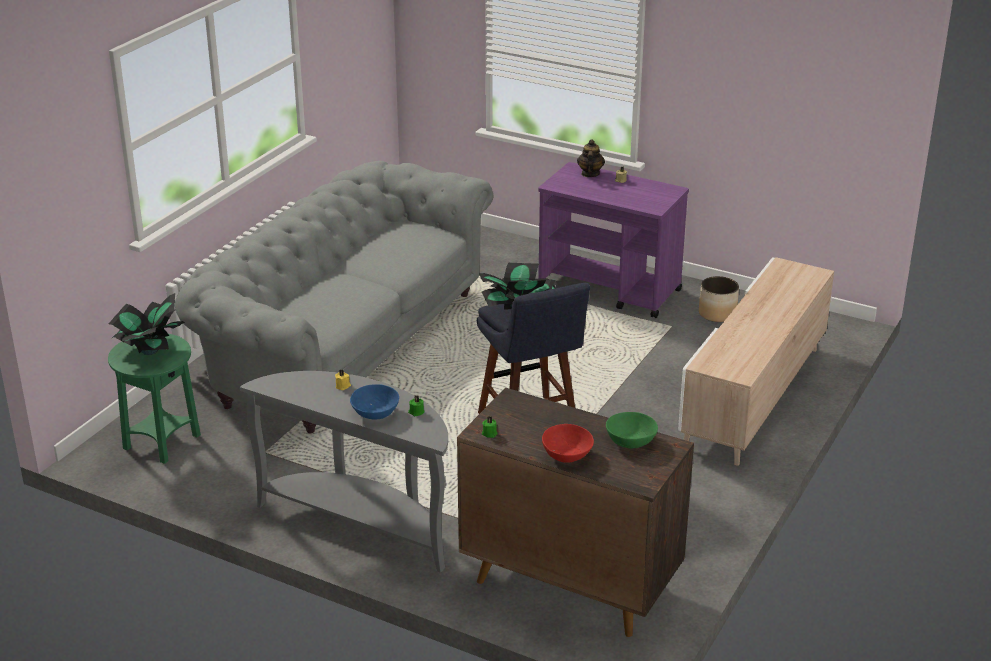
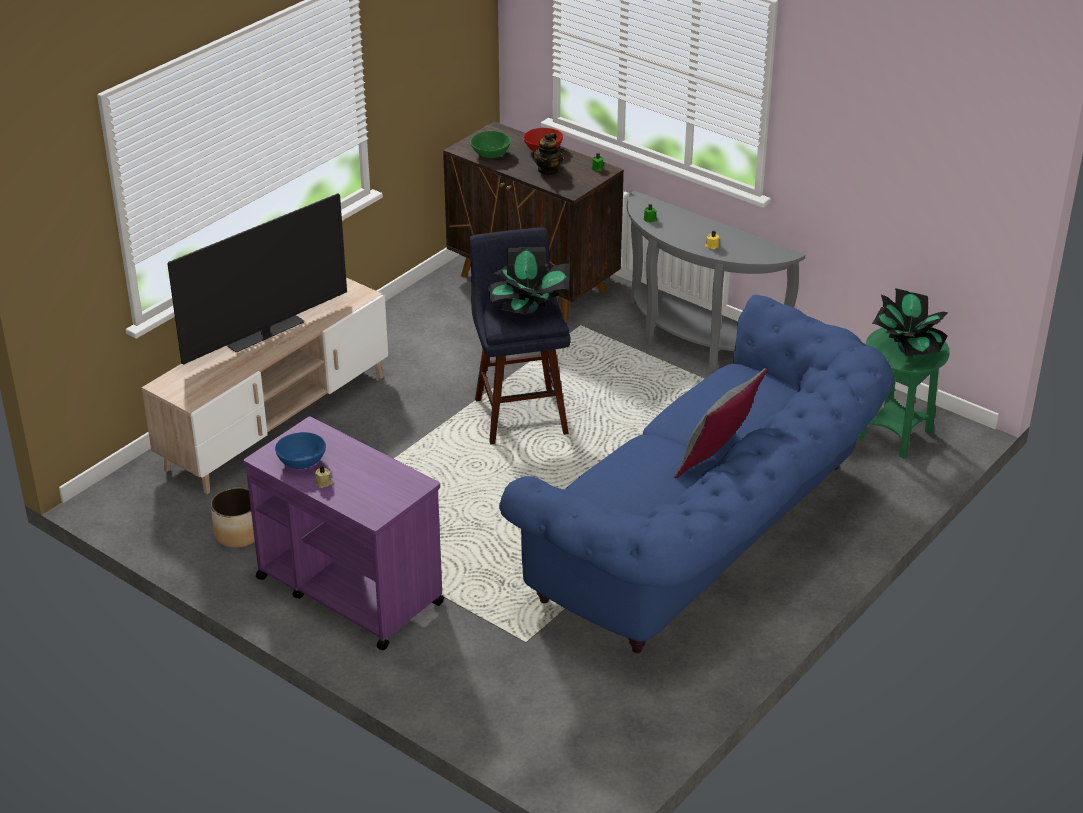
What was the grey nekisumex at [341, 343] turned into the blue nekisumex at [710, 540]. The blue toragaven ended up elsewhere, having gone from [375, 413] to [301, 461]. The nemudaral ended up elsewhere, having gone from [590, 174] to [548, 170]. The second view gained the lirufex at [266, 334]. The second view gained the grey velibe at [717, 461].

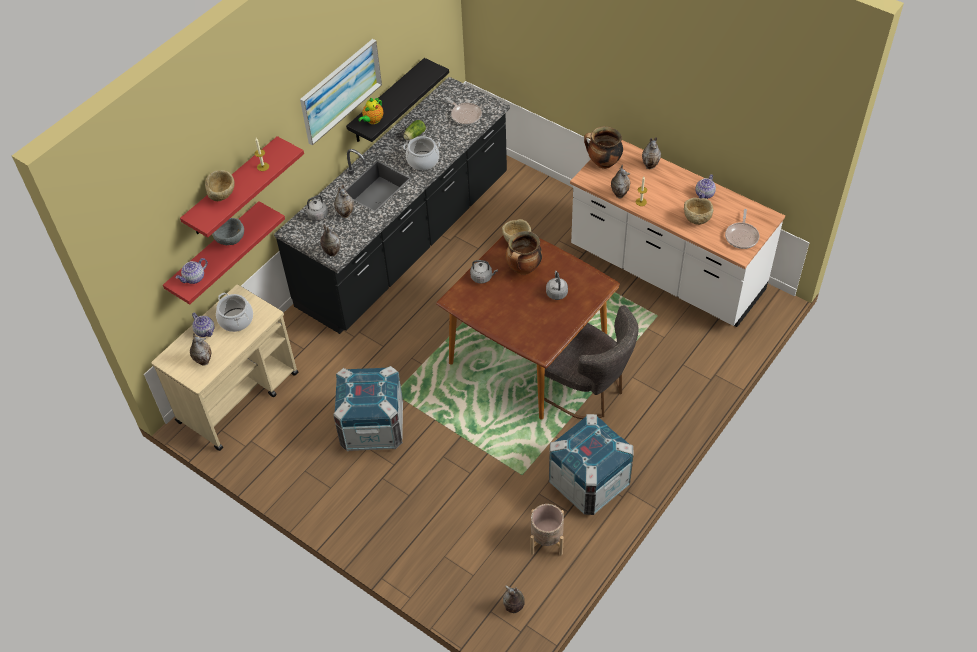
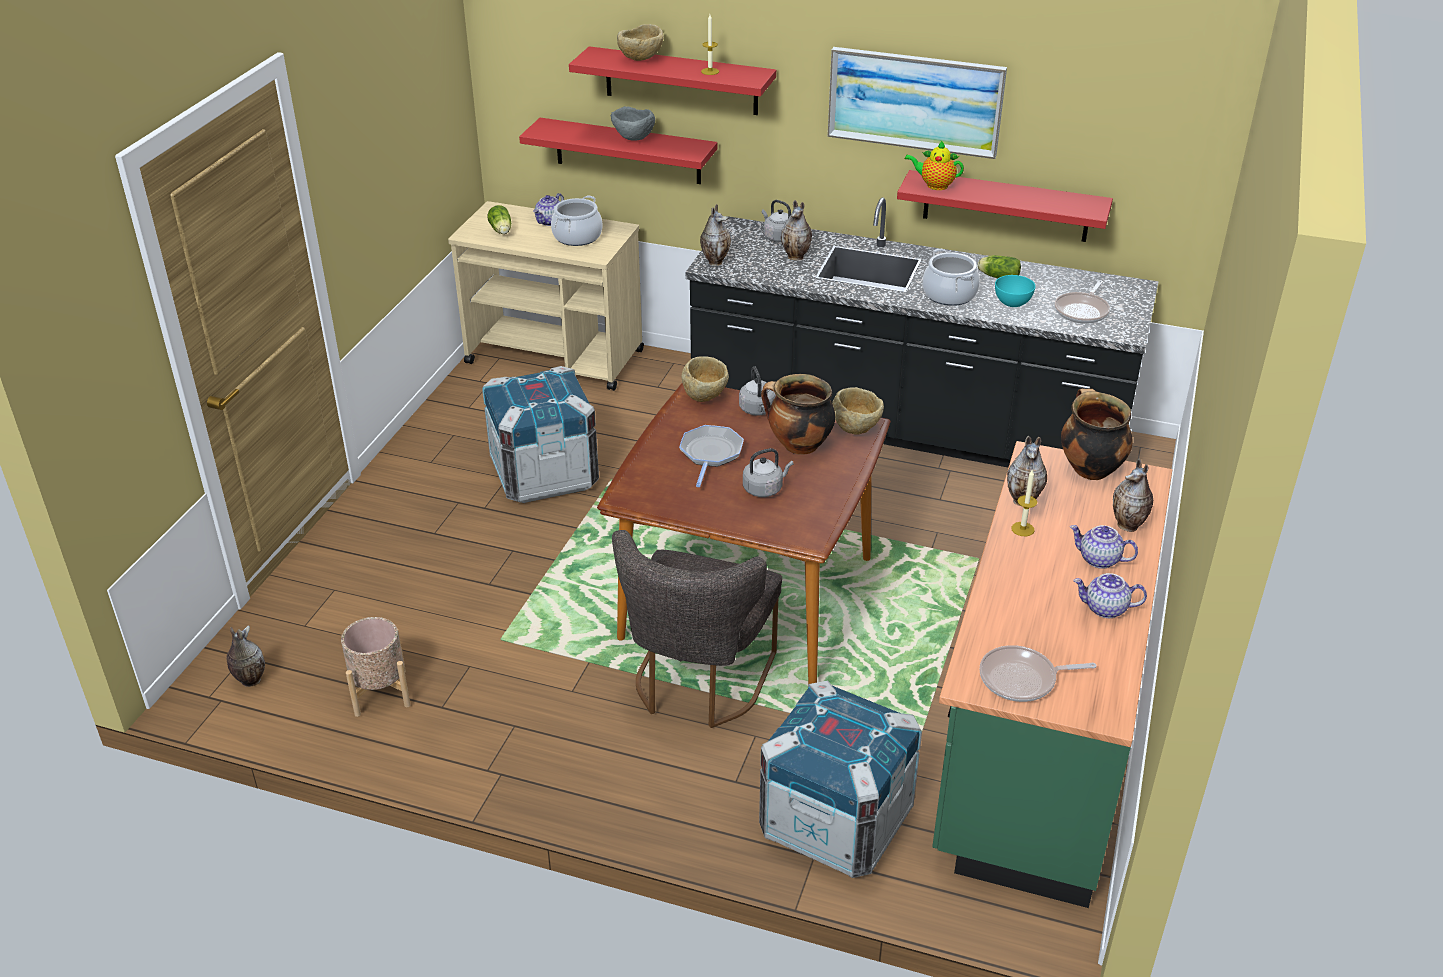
The nemudaral ended up elsewhere, having gone from [194, 278] to [1098, 559]. Where the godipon stood at [203, 360], the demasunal came to stand at [501, 231]. What was the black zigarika at [387, 102] turned into the red zigarika at [1006, 206]. The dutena ended up elsewhere, having gone from [589, 482] to [835, 822]. What was the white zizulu at [666, 271] turned into the green zizulu at [1036, 738]. The beige toragaven ended up elsewhere, having gone from [696, 219] to [706, 396]. The second view gained the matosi at [710, 454]. The second view gained the turquoise toragaven at [1012, 303].

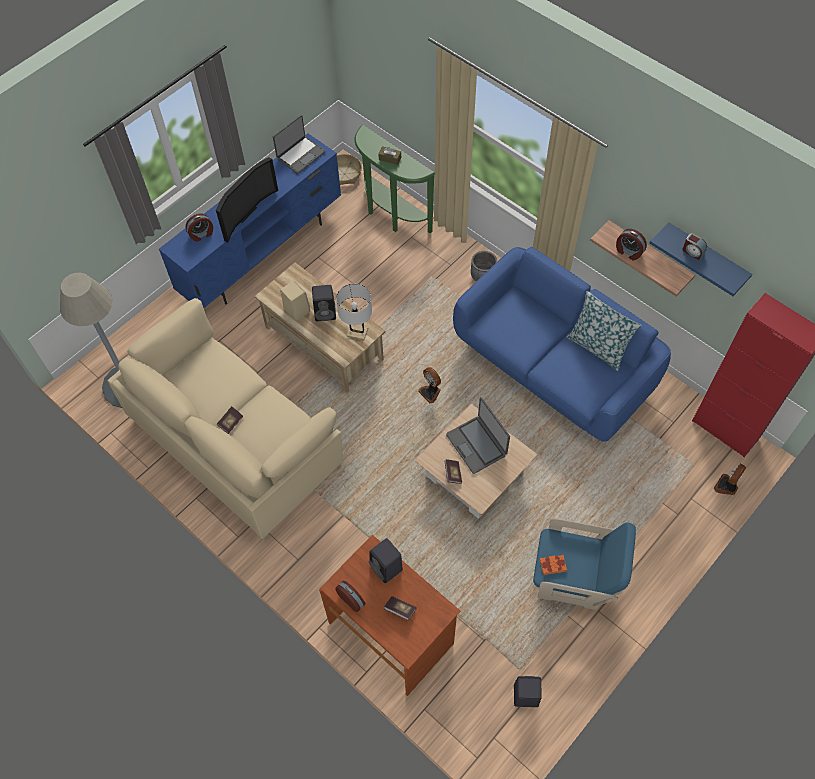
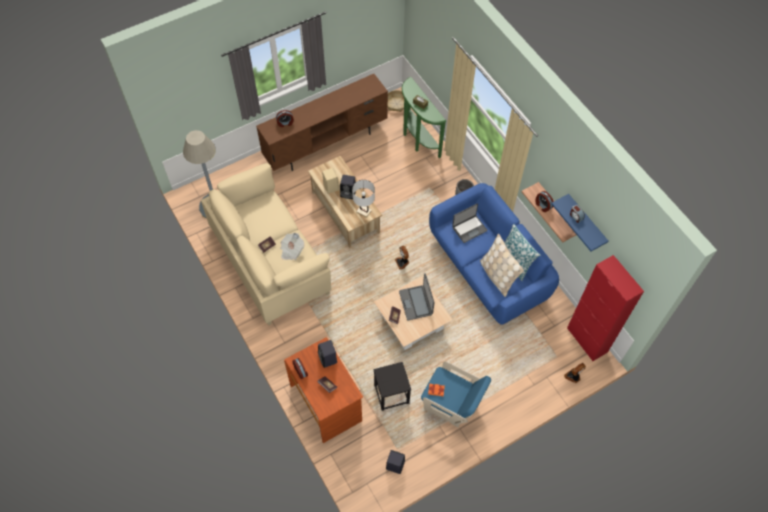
What was the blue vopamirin at [263, 254] turned into the brown vopamirin at [326, 144]. The second view lost the lirufex at [243, 212]. The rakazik ended up elsewhere, having gone from [300, 155] to [469, 228]. The second view gained the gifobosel at [291, 250]. The second view gained the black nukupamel at [392, 394]. The second view gained the beige velibe at [497, 276].

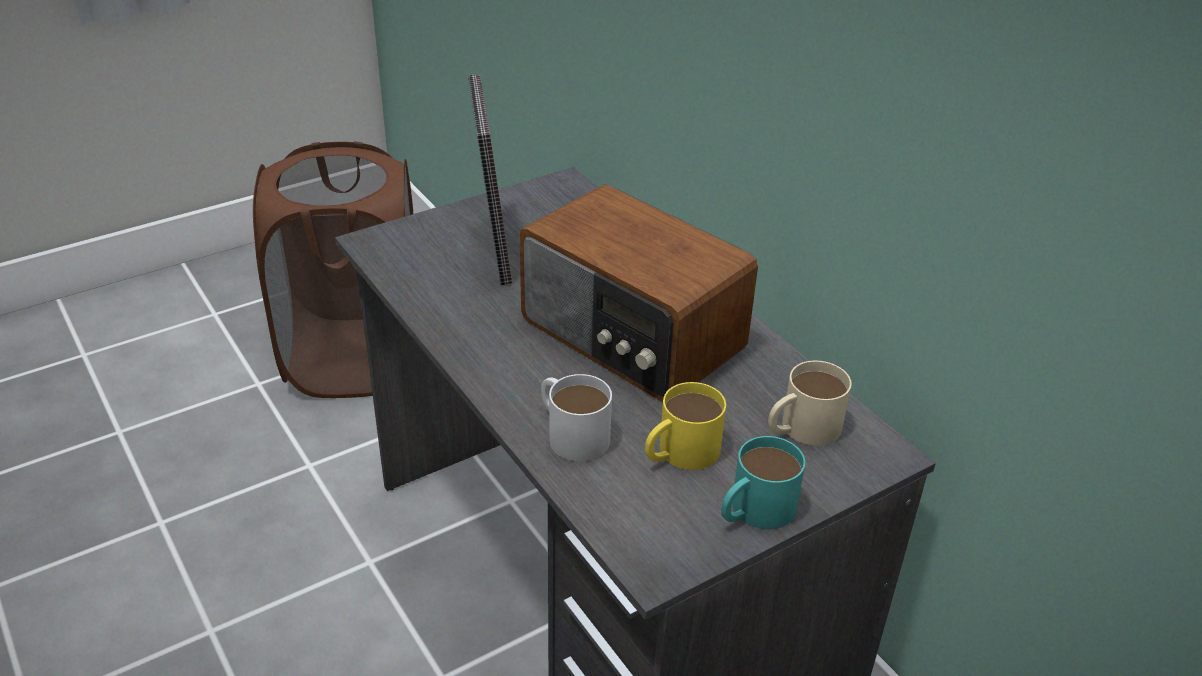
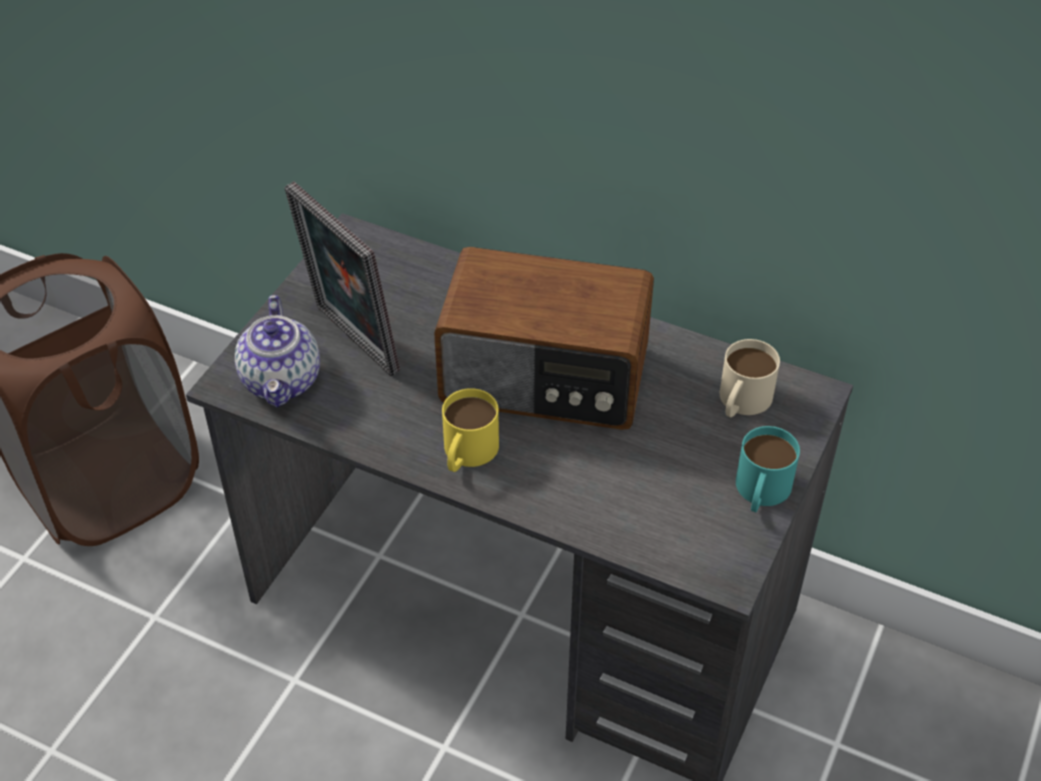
The second view lost the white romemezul at [571, 433]. The yellow romemezul ended up elsewhere, having gone from [679, 453] to [466, 454]. The second view gained the nemudaral at [282, 381].

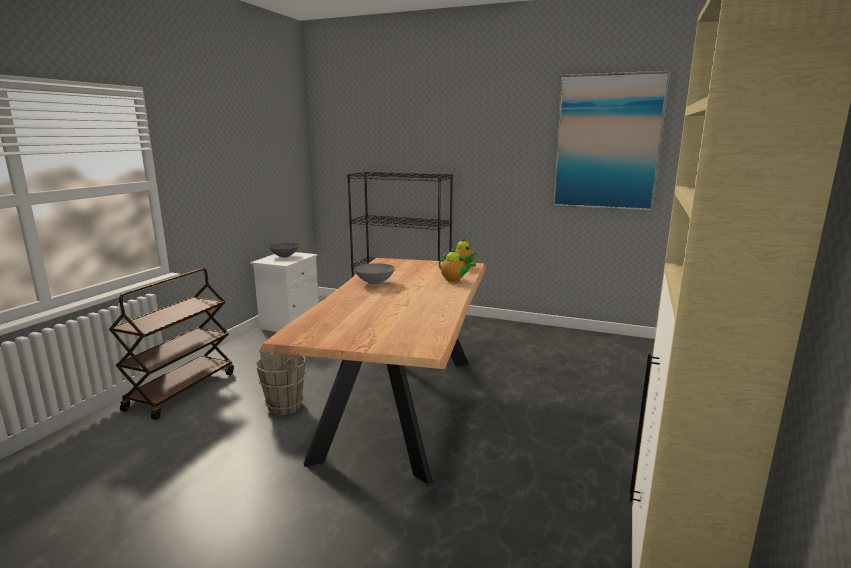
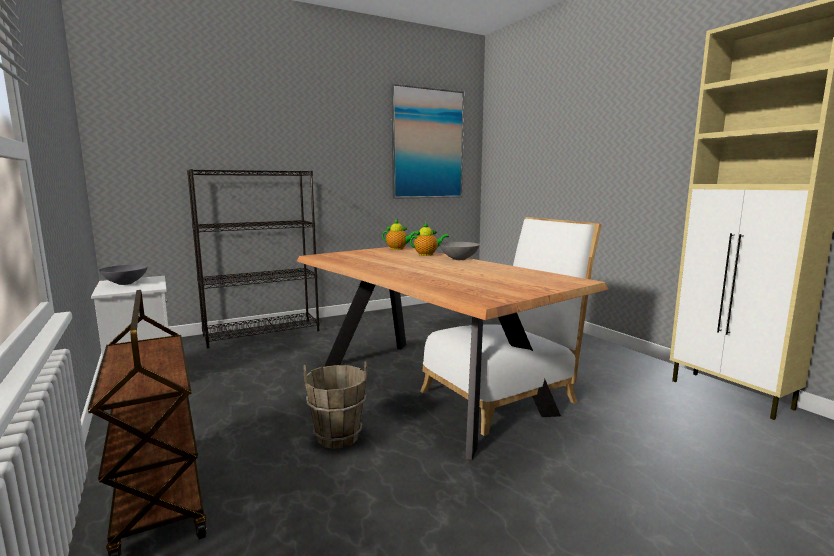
The grey toragaven ended up elsewhere, having gone from [374, 282] to [458, 259]. The second view gained the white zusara at [505, 394].

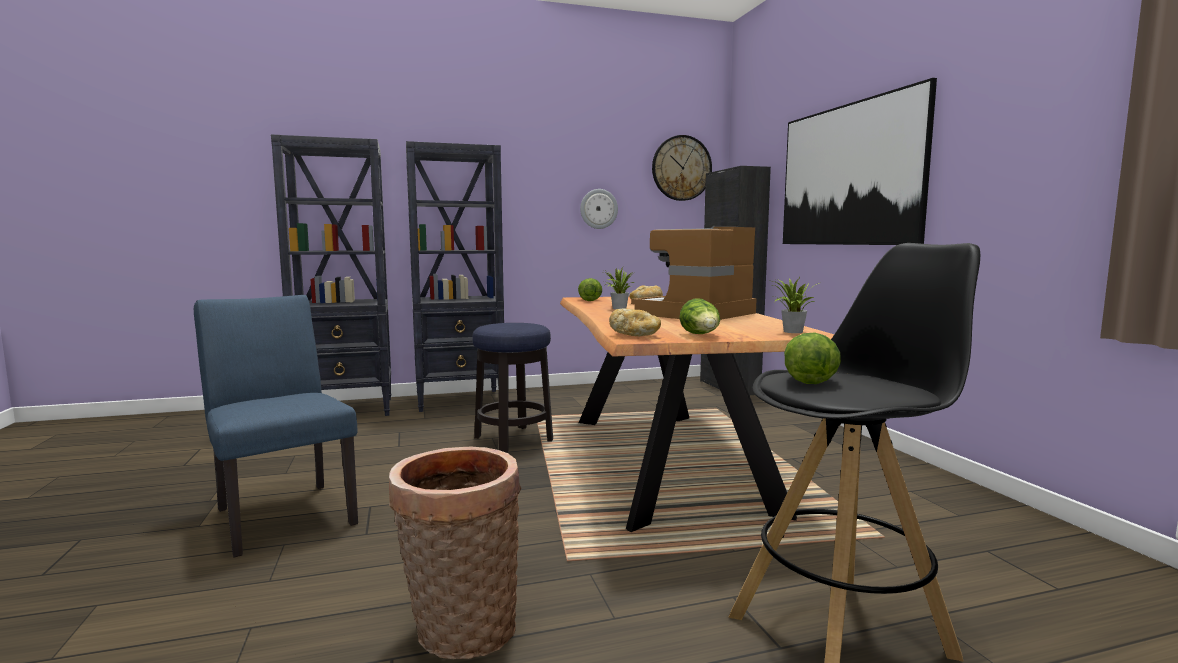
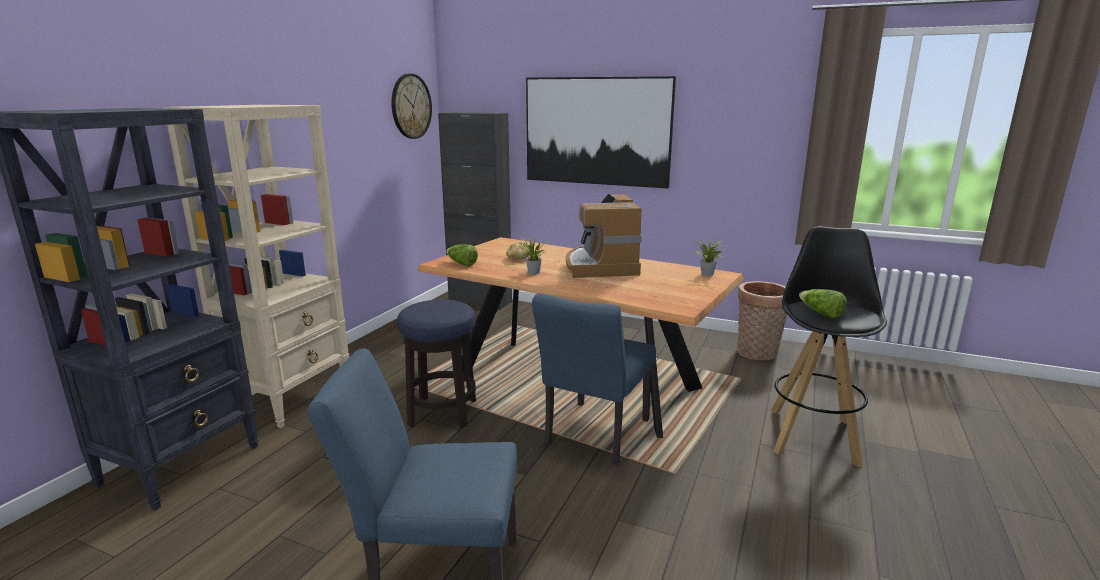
The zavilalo ended up elsewhere, having gone from [460, 632] to [757, 354]. What was the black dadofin at [460, 400] turned into the beige dadofin at [291, 397]. The second view lost the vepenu at [598, 209]. The second view lost the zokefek at [635, 335]. The second view lost the demasunal at [701, 335]. The second view gained the blue zusara at [593, 436].

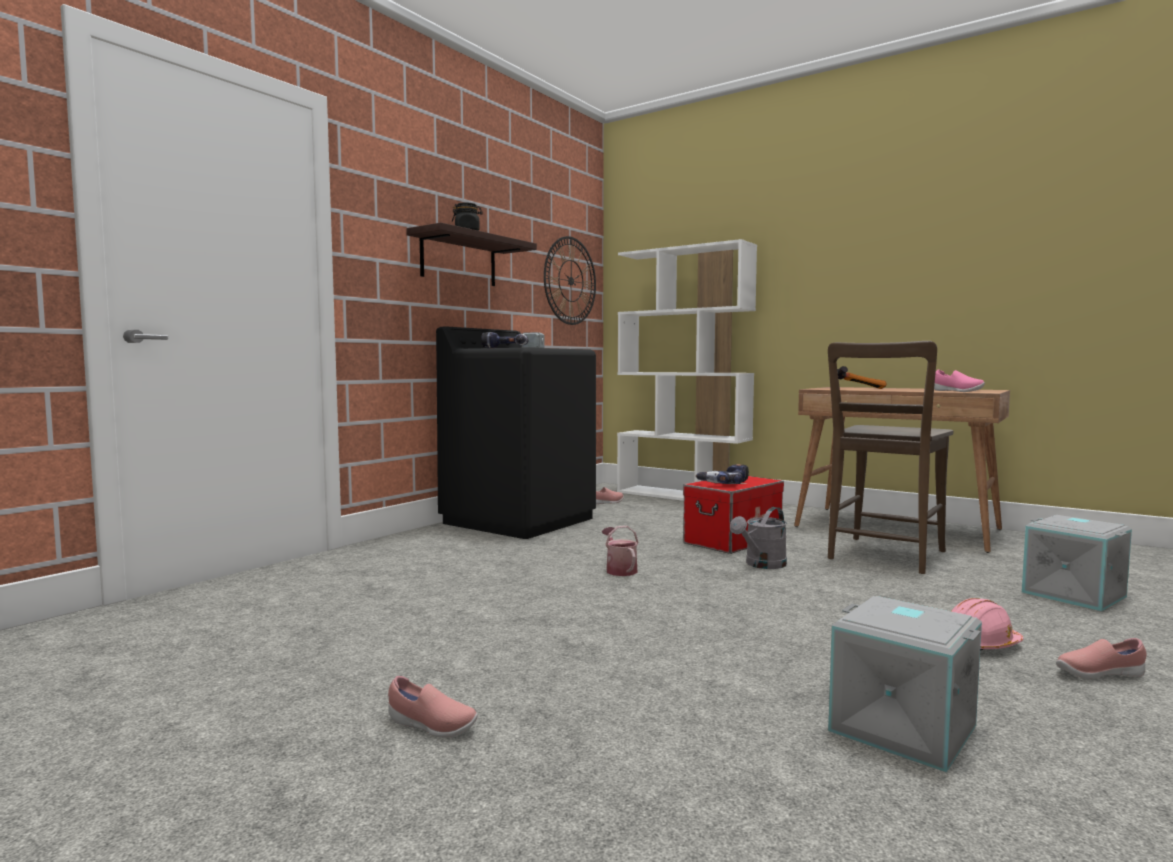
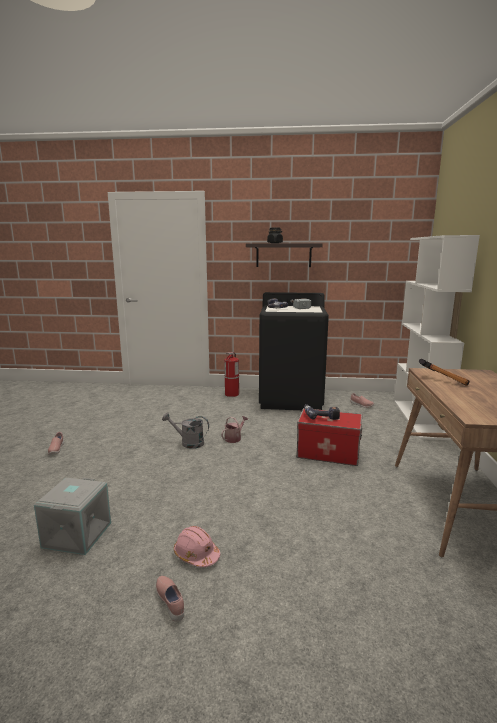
The second view lost the vepenu at [570, 281]. The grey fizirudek ended up elsewhere, having gone from [762, 565] to [188, 443]. The second view lost the brown zusara at [884, 556]. The second view lost the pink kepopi at [957, 391]. The second view lost the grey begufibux at [1075, 594]. The second view gained the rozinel at [232, 394].

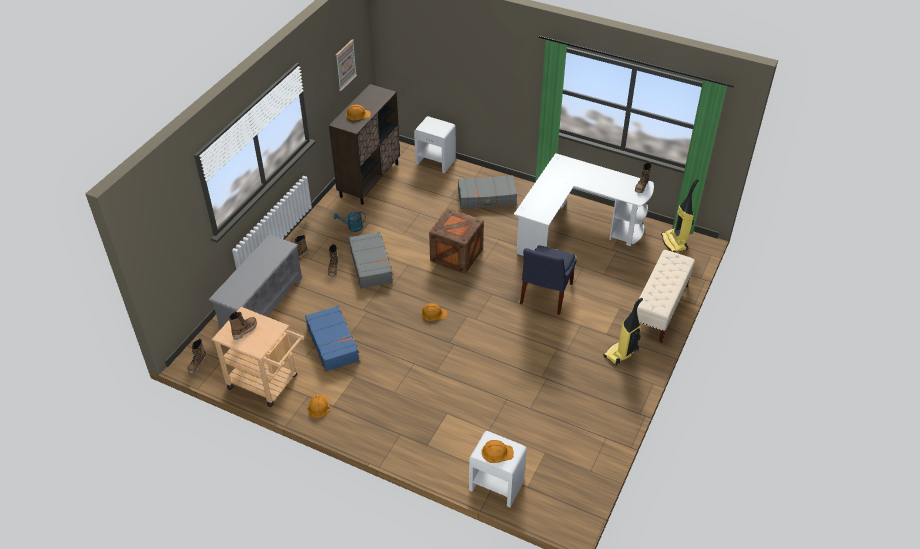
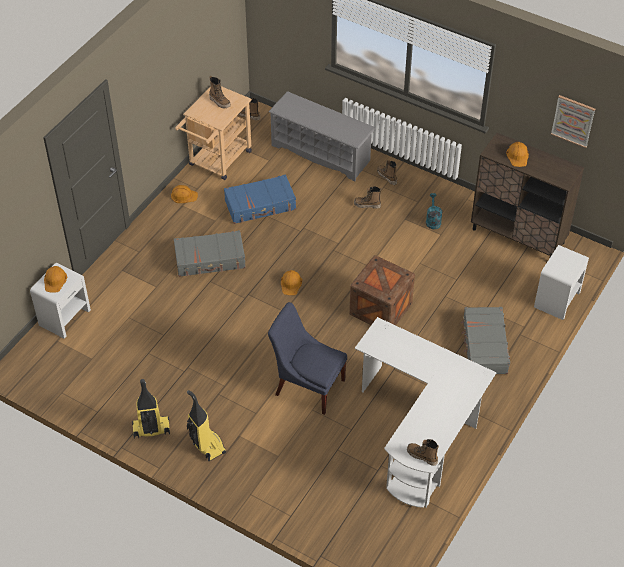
The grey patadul ended up elsewhere, having gone from [371, 265] to [210, 259]. The second view lost the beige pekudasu at [659, 309]. The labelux ended up elsewhere, having gone from [674, 242] to [151, 429].

